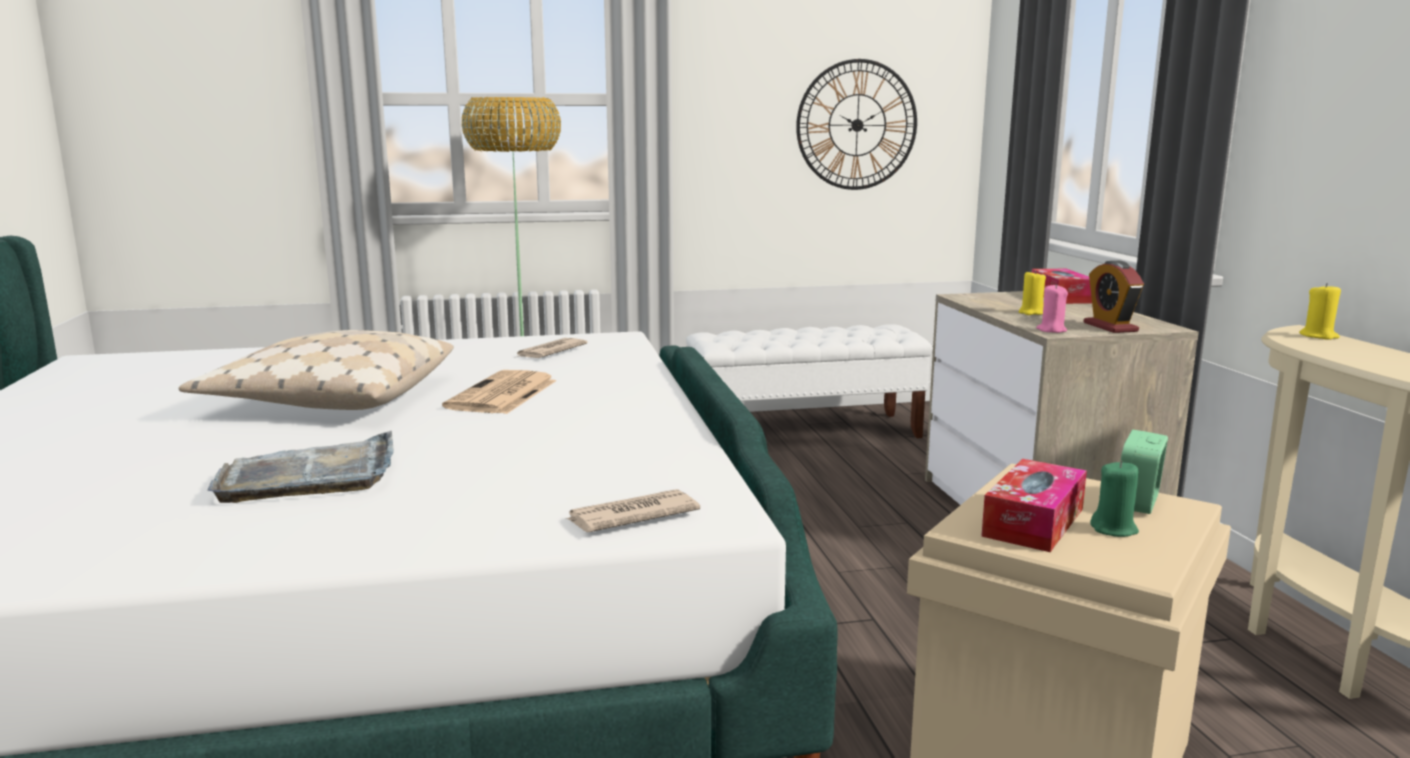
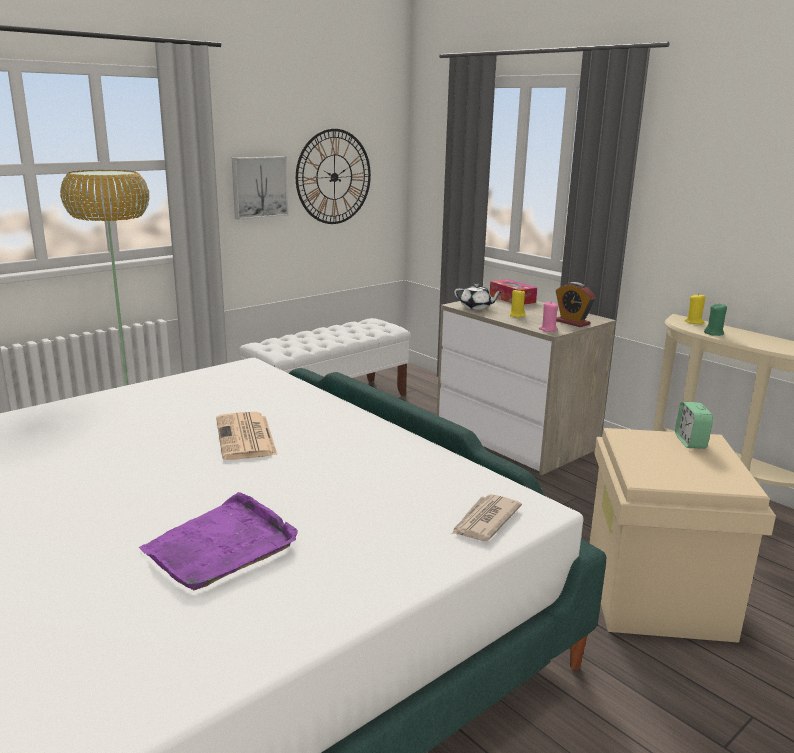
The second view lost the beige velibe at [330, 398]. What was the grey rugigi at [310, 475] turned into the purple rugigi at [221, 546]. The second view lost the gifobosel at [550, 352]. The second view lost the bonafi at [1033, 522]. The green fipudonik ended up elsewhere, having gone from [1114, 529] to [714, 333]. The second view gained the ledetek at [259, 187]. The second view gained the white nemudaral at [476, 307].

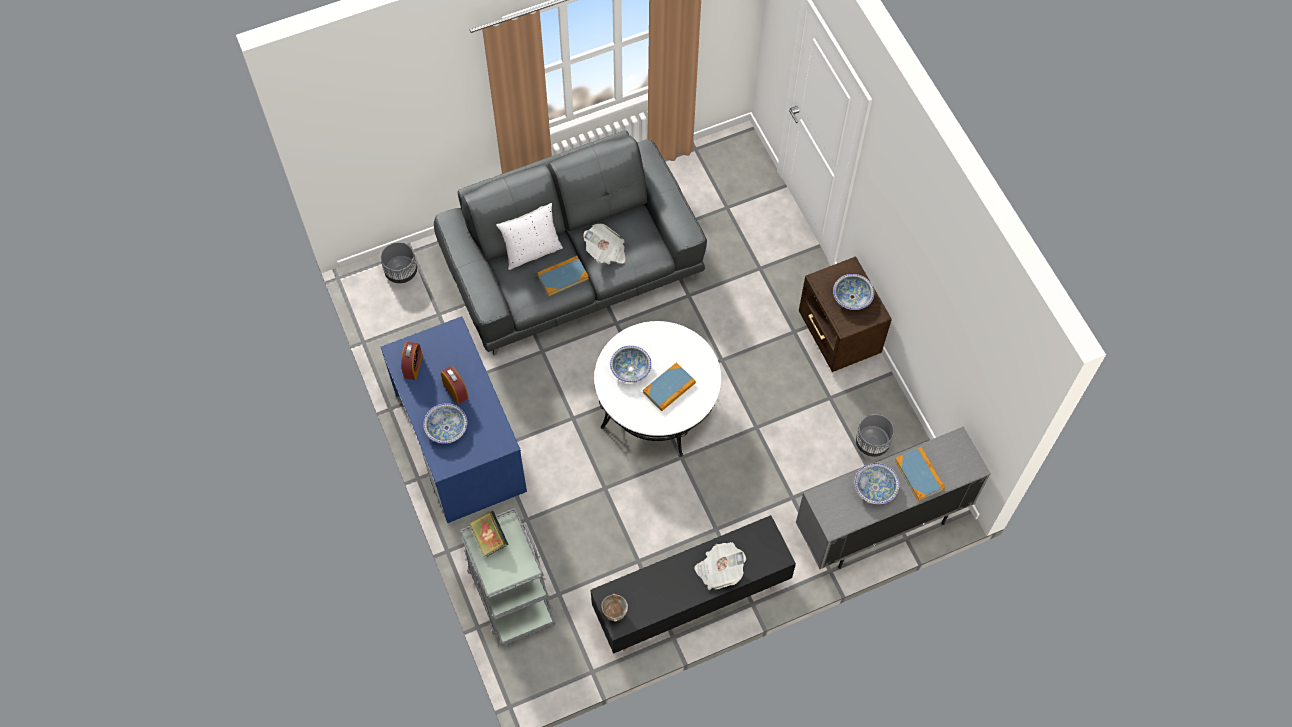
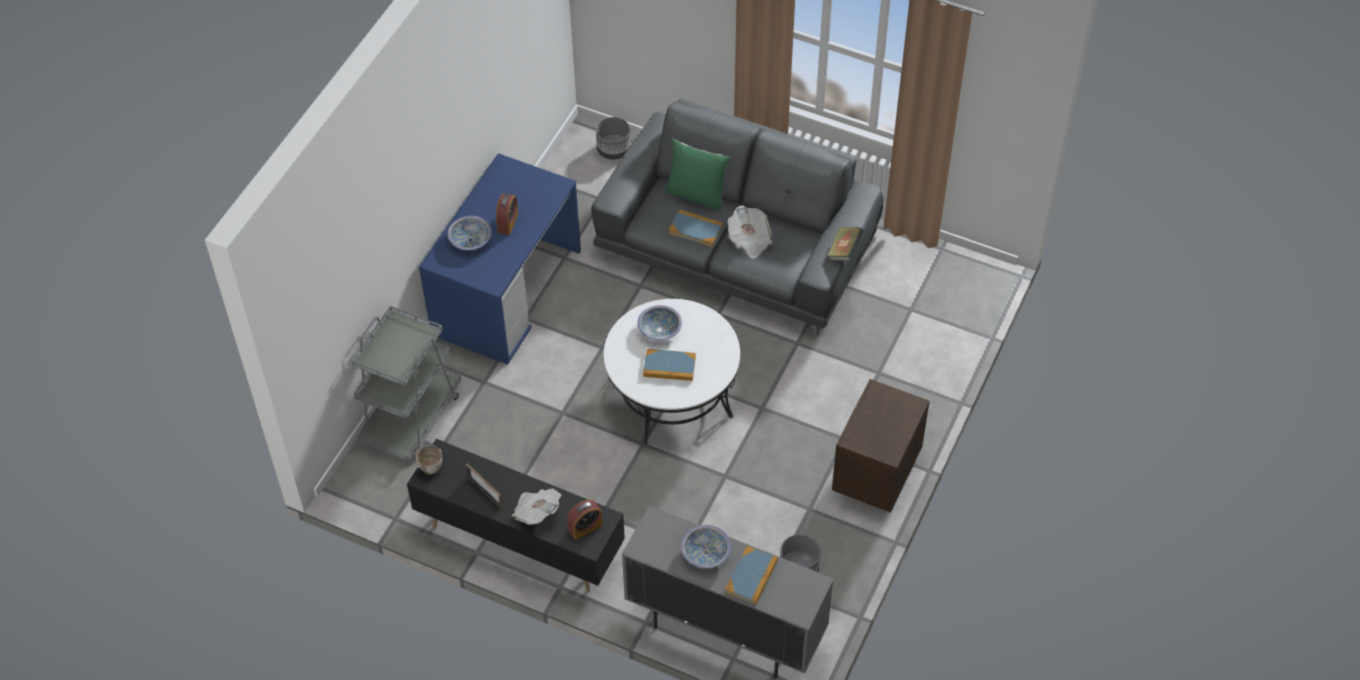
The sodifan ended up elsewhere, having gone from [413, 366] to [585, 527]. The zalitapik ended up elsewhere, having gone from [489, 538] to [844, 251]. What was the white velibe at [531, 251] turned into the green velibe at [697, 194]. The second view lost the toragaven at [852, 297]. The second view gained the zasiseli at [485, 492].

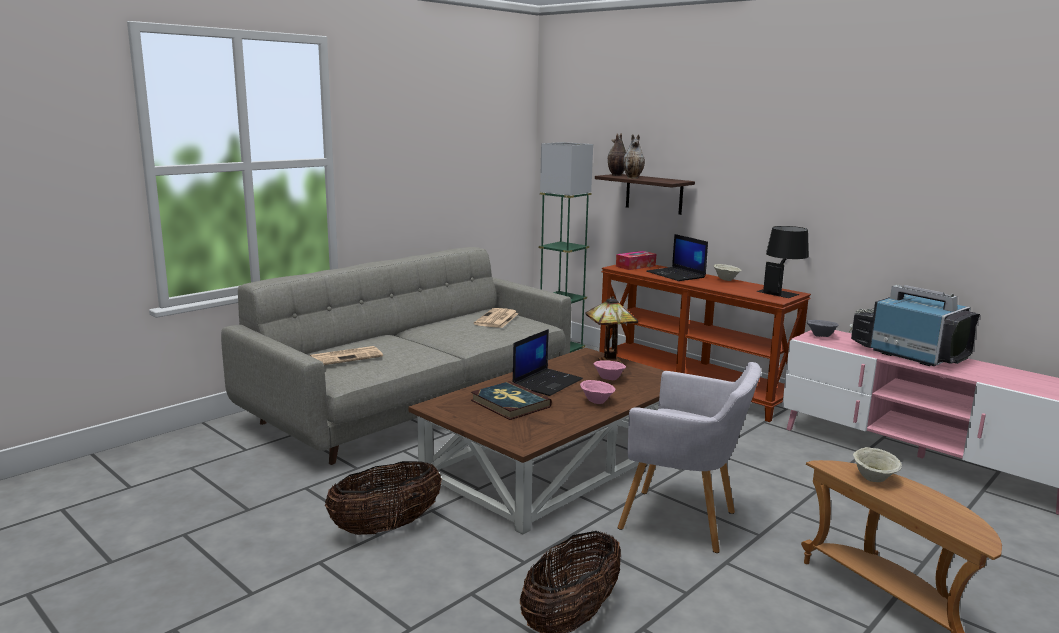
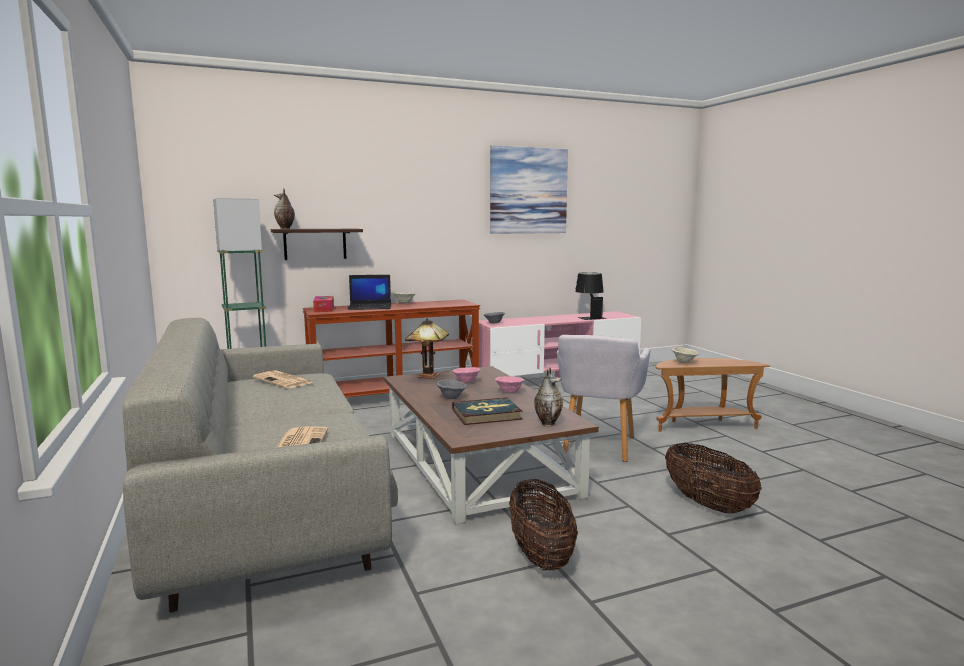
Where the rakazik stood at [547, 382], the grey toragaven came to stand at [451, 397]. The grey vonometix at [684, 522] ended up facing another way, 150 degrees clockwise from before. The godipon ended up elsewhere, having gone from [633, 178] to [548, 423]. The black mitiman ended up elsewhere, having gone from [781, 291] to [589, 317]. The second view lost the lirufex at [907, 354]. The second view gained the ledetek at [528, 191].

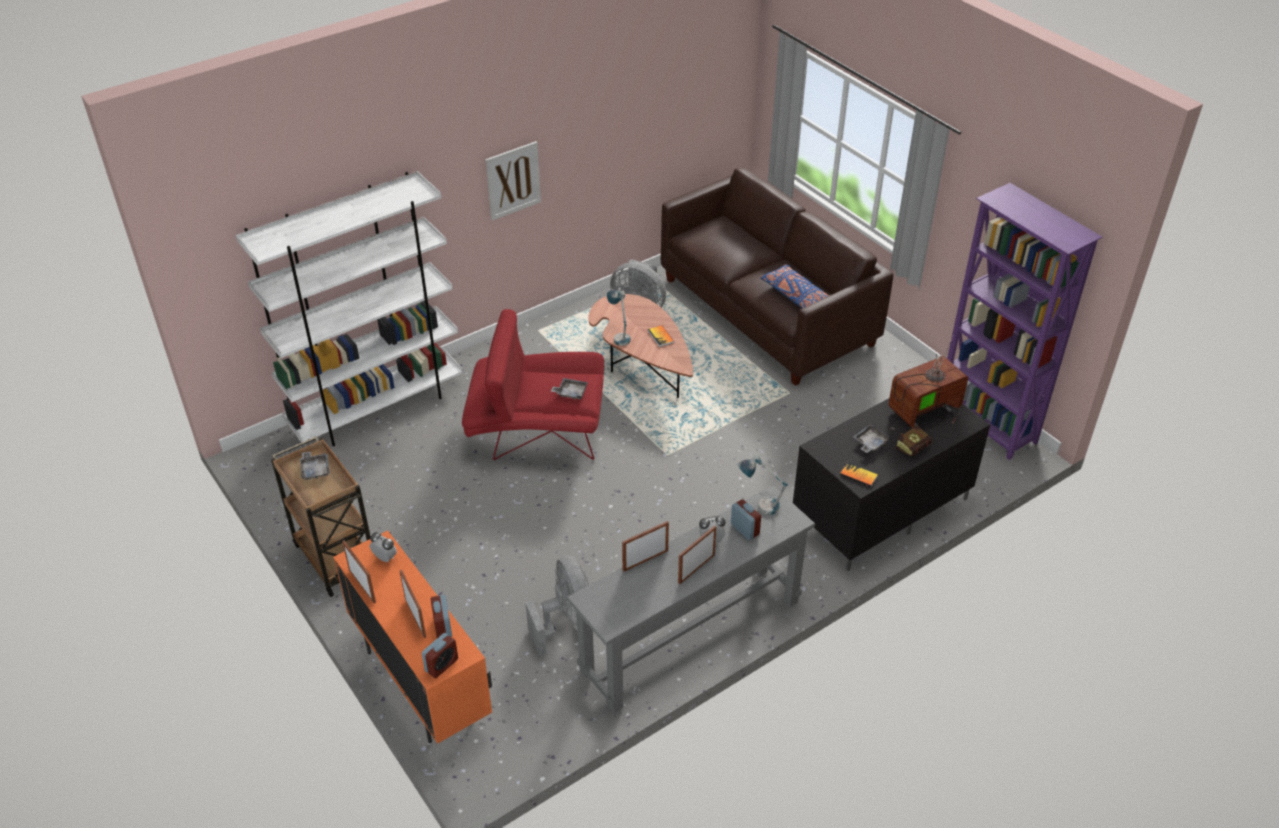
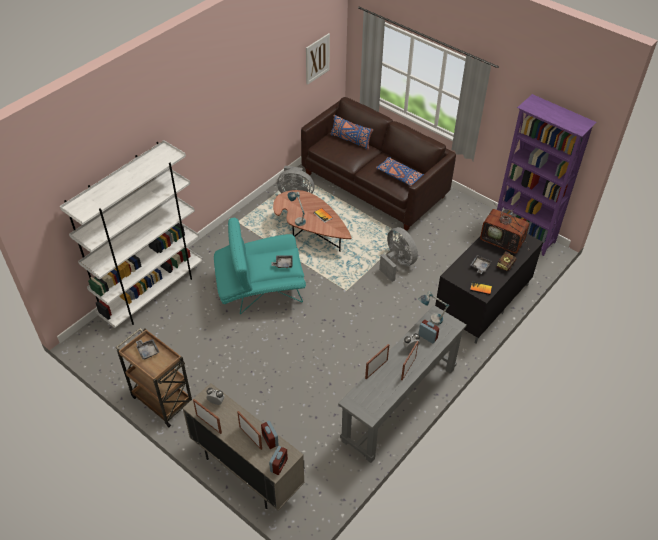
What was the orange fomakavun at [421, 683] turned into the beige fomakavun at [247, 471]. What was the red vonometix at [537, 430] turned into the turquoise vonometix at [260, 289]. The ledetek ended up elsewhere, having gone from [513, 180] to [317, 58]. The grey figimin ended up elsewhere, having gone from [567, 622] to [397, 263]. The lirufex at [923, 412] ended up facing another way, 105 degrees counterclockwise from before. The second view gained the blue velibe at [350, 140].

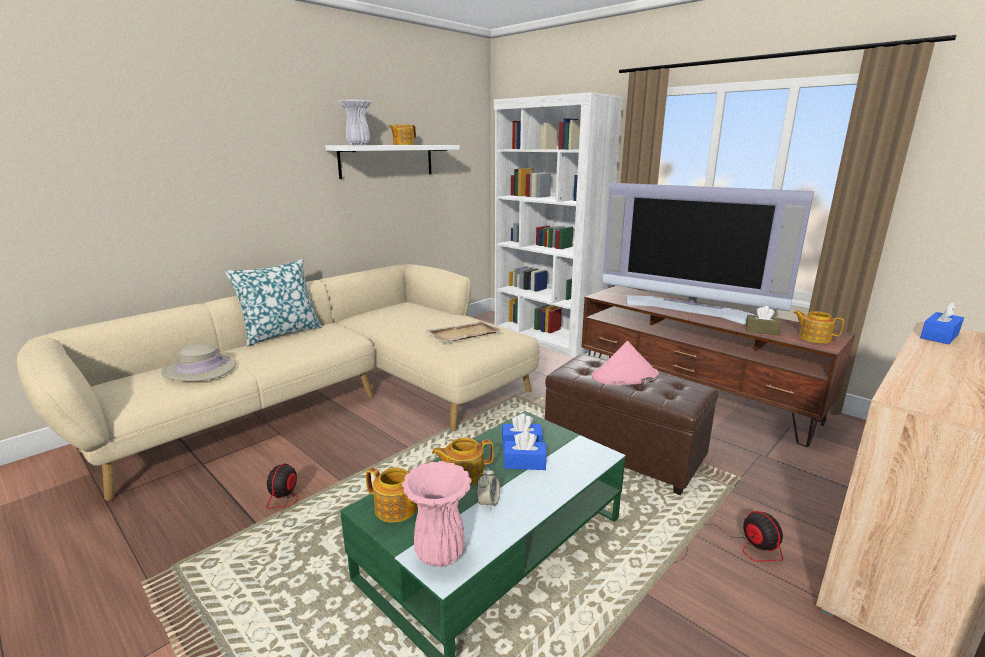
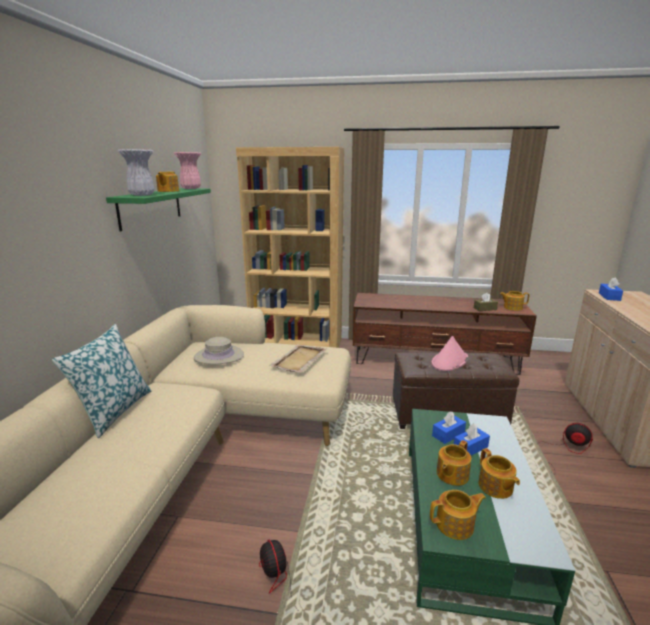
The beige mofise ended up elsewhere, having gone from [200, 369] to [219, 356]. What was the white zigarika at [387, 160] turned into the green zigarika at [151, 207]. The pink godipon ended up elsewhere, having gone from [439, 552] to [190, 188]. Where the sodifan stood at [488, 502], the nemudaral came to stand at [495, 487]. What was the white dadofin at [546, 338] turned into the brown dadofin at [296, 344]. The second view lost the lirufex at [689, 309].

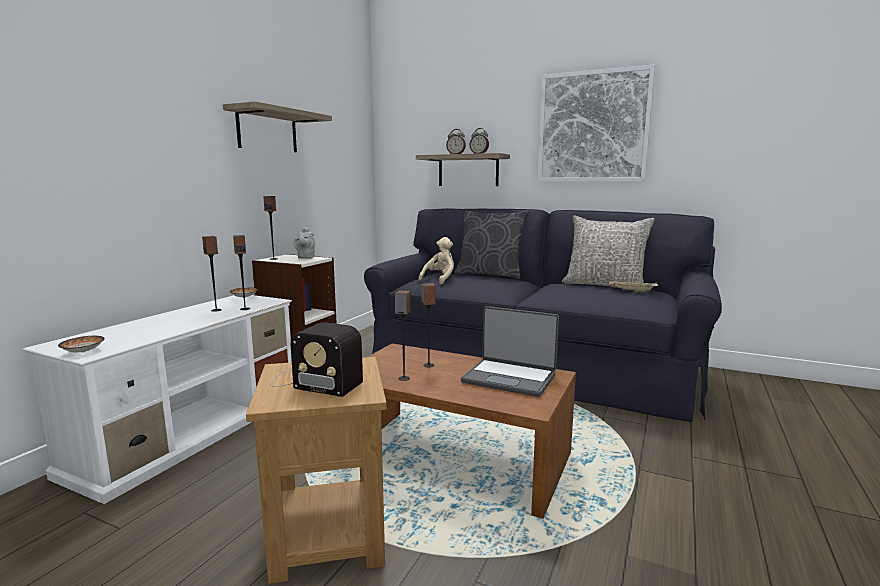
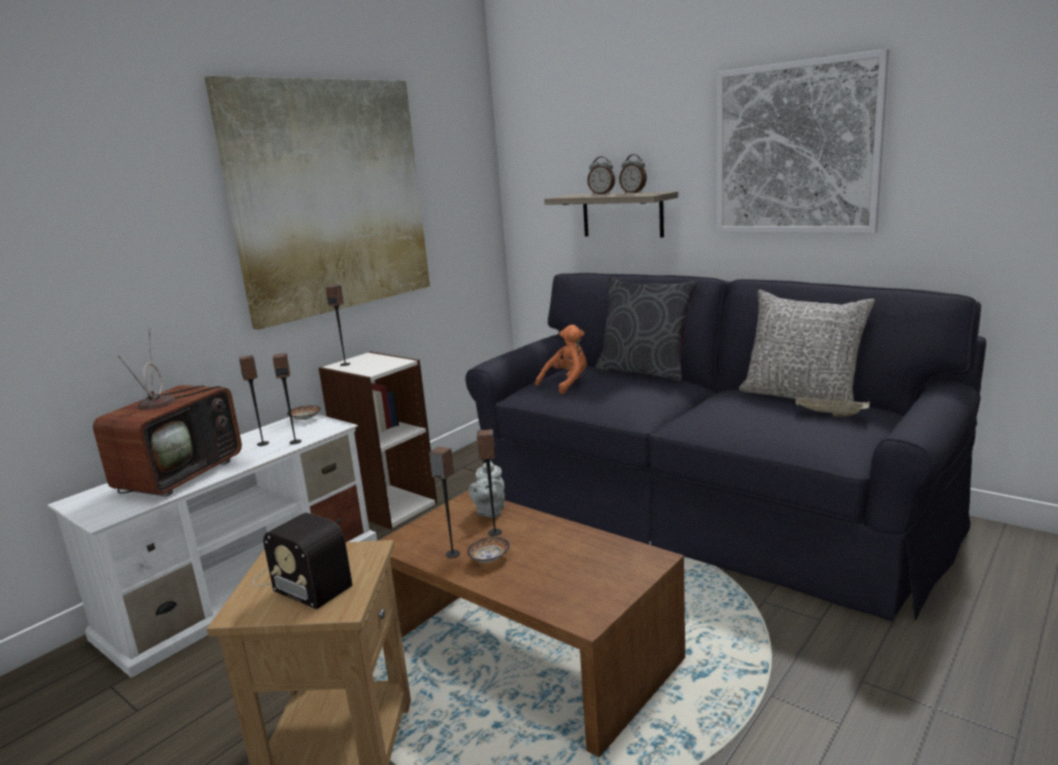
The toragaven ended up elsewhere, having gone from [83, 352] to [489, 559]. Where the zigarika hung at [267, 131], the ledetek came to hang at [330, 197]. The grey nemudaral ended up elsewhere, having gone from [305, 257] to [490, 511]. What was the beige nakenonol at [440, 280] turned into the orange nakenonol at [567, 384]. The second view lost the rakazik at [509, 378]. The second view gained the lirufex at [181, 474].

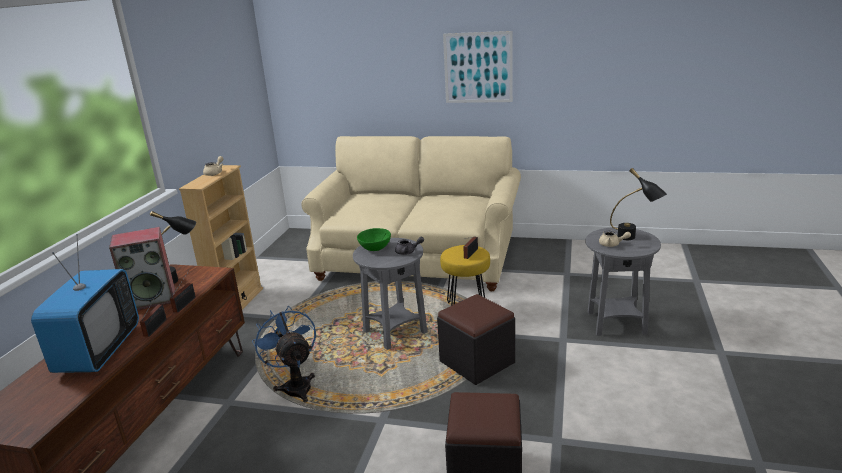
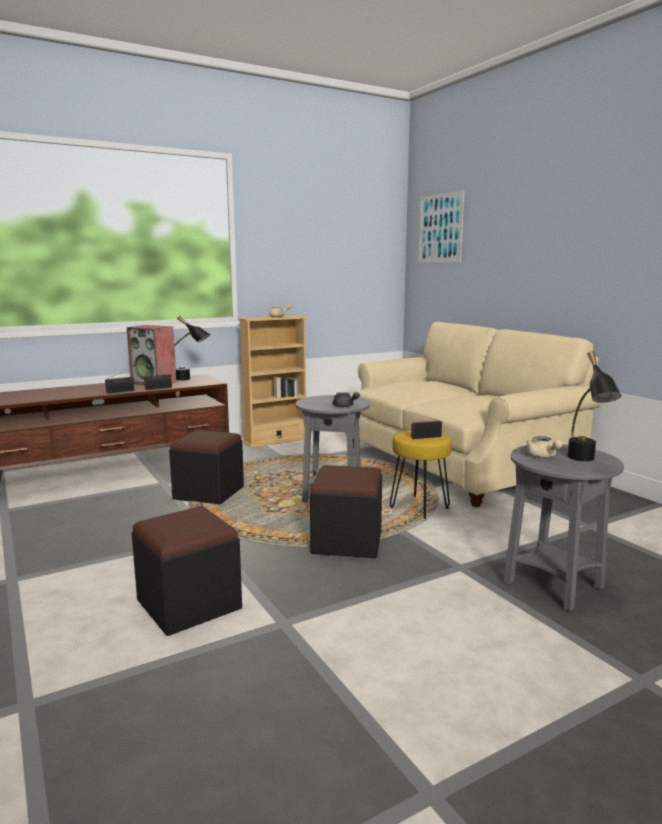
The second view lost the lirufex at [99, 351]. Where the blue figimin stood at [295, 385], the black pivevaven came to stand at [209, 493]. The second view lost the green toragaven at [375, 248]. The ledetek ended up elsewhere, having gone from [478, 68] to [440, 228].

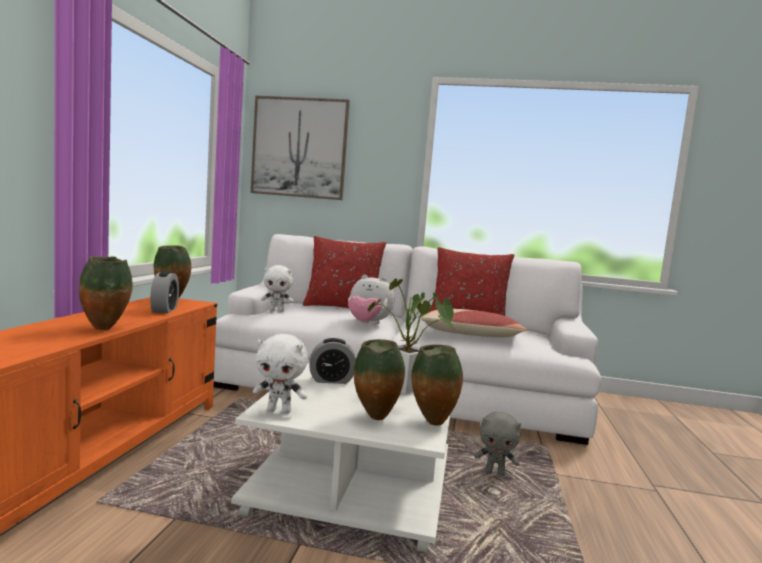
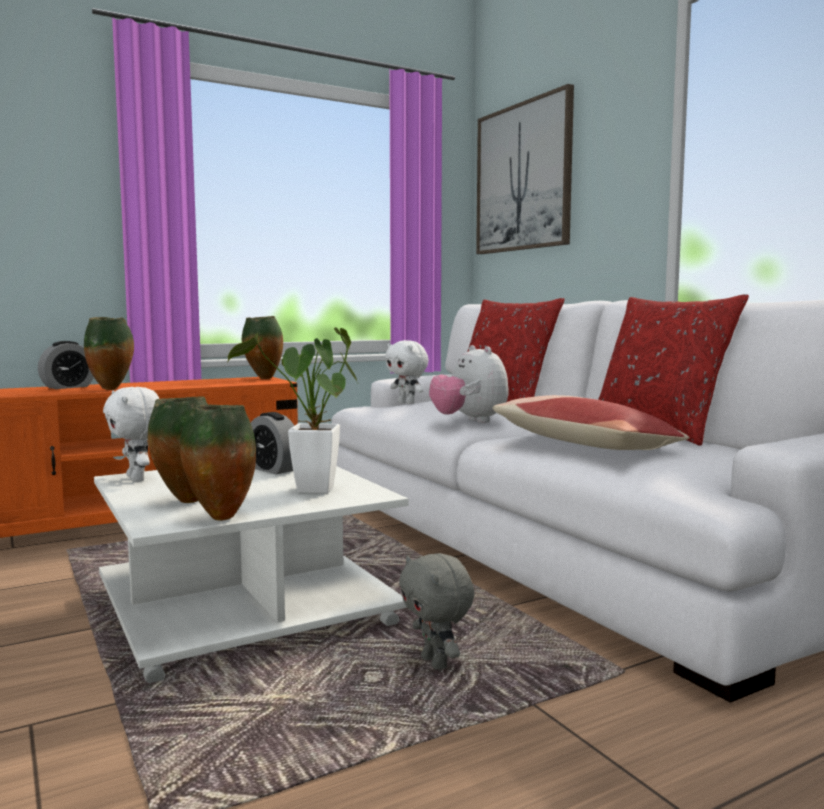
The sodifan ended up elsewhere, having gone from [164, 310] to [68, 387].

